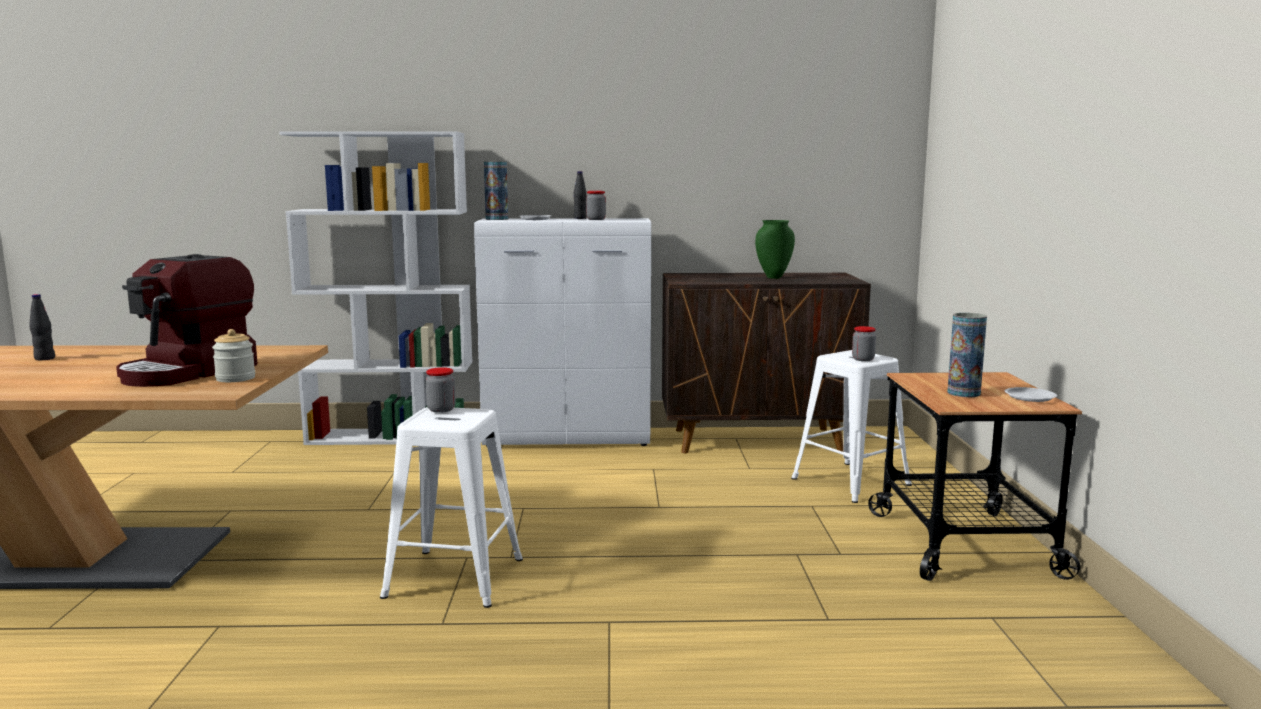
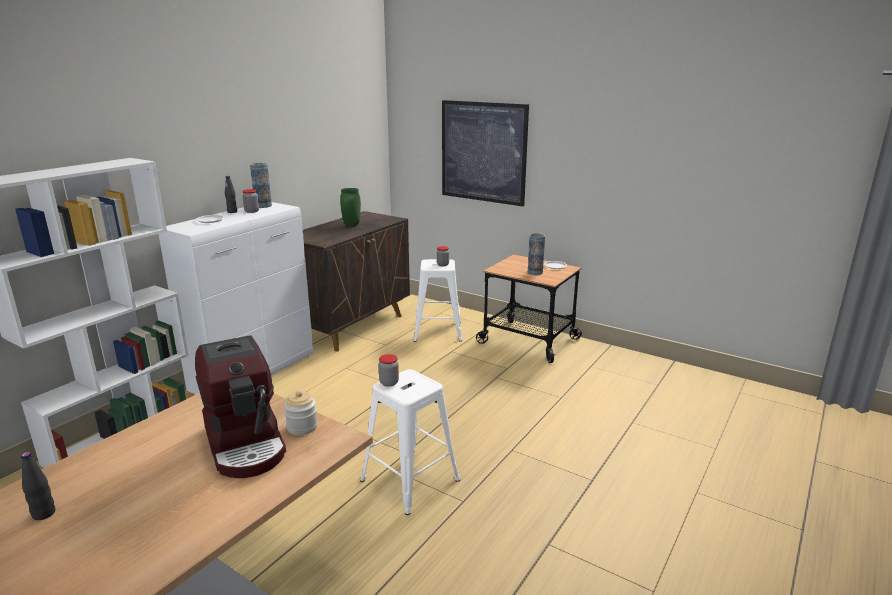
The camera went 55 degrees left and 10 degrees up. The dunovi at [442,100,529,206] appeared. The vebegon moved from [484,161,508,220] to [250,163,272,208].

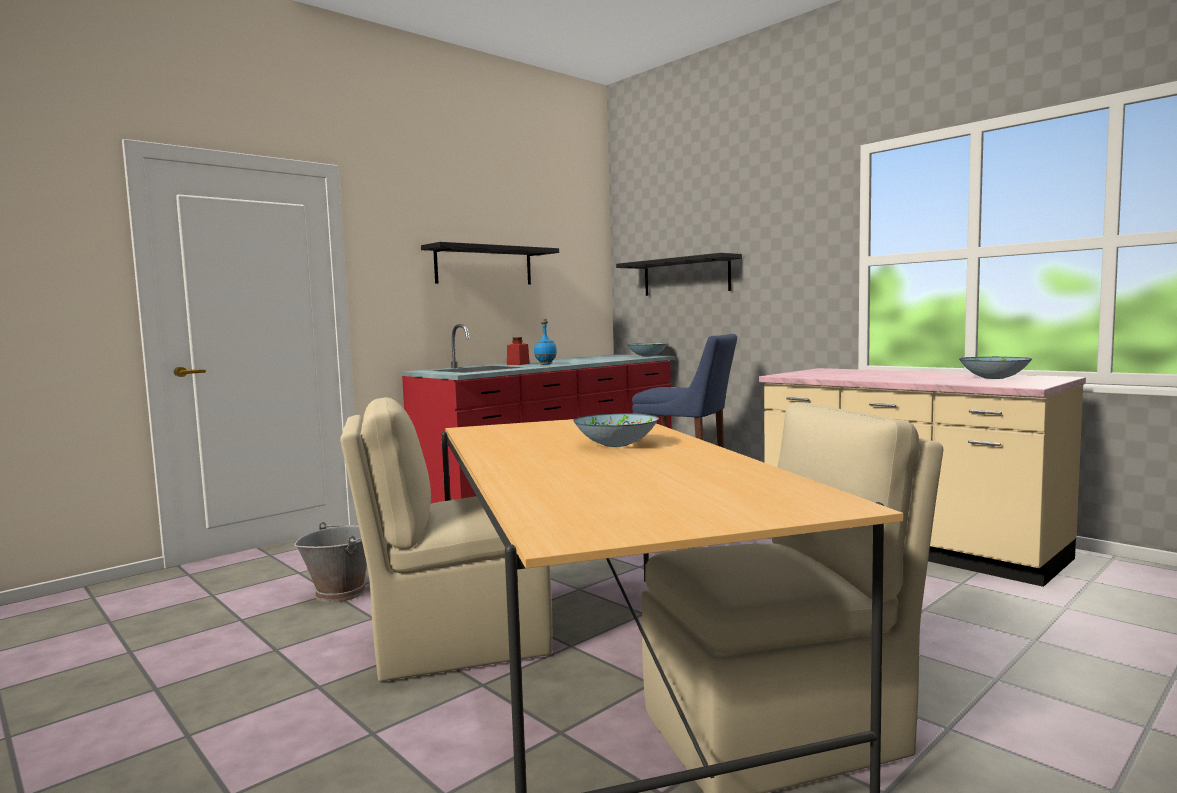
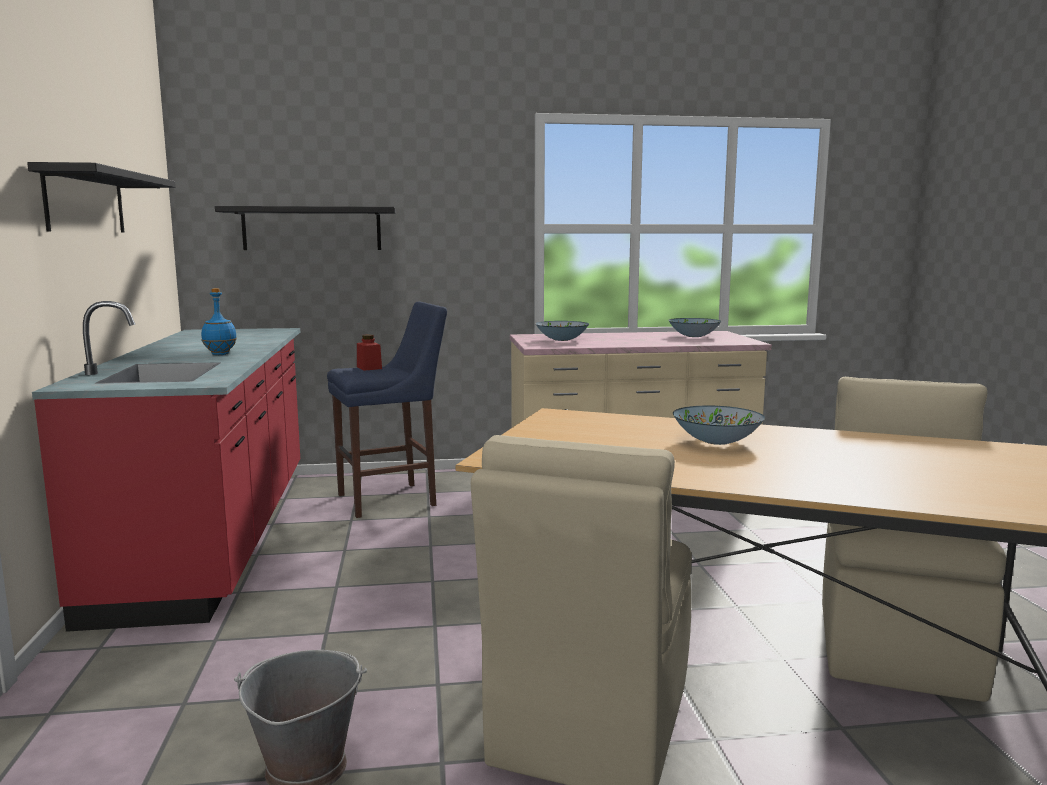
The camera went 55 degrees left and 5 degrees up. The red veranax moved from [507,337,530,365] to [357,334,382,371]. The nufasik moved from [627,343,668,357] to [535,321,589,341].

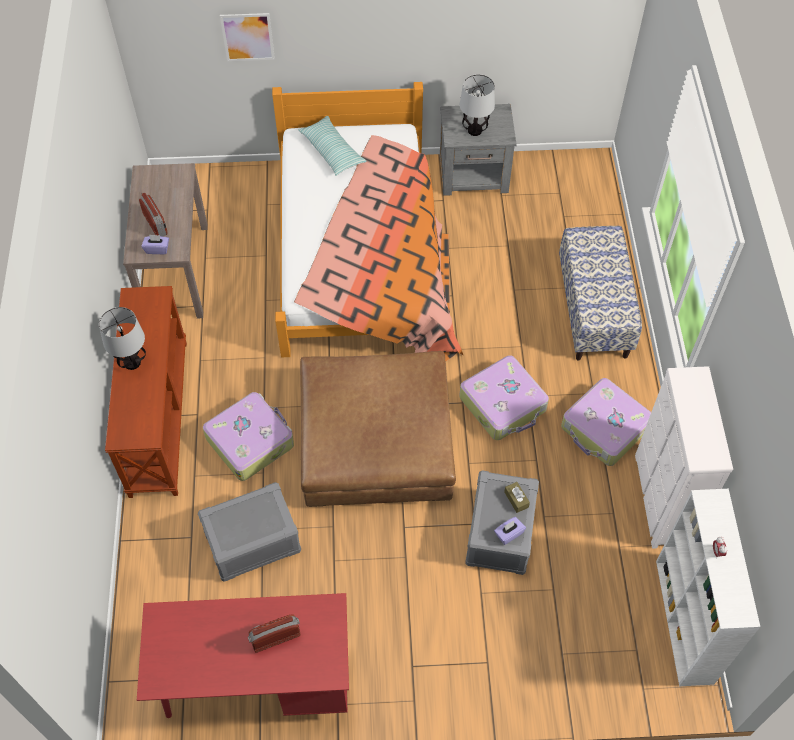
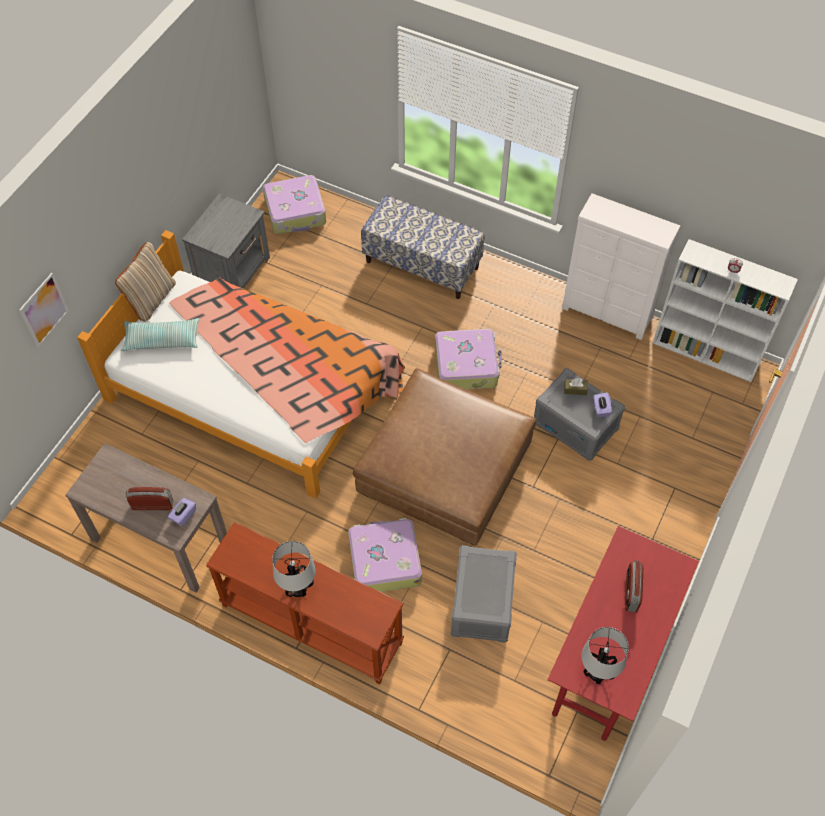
The camera went 60 degrees left and 0 degrees up. The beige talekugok at [115,242,176,322] appeared. The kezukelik moved from [460,74,495,136] to [582,627,629,684]. The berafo moved from [561,378,651,466] to [263,175,326,234].

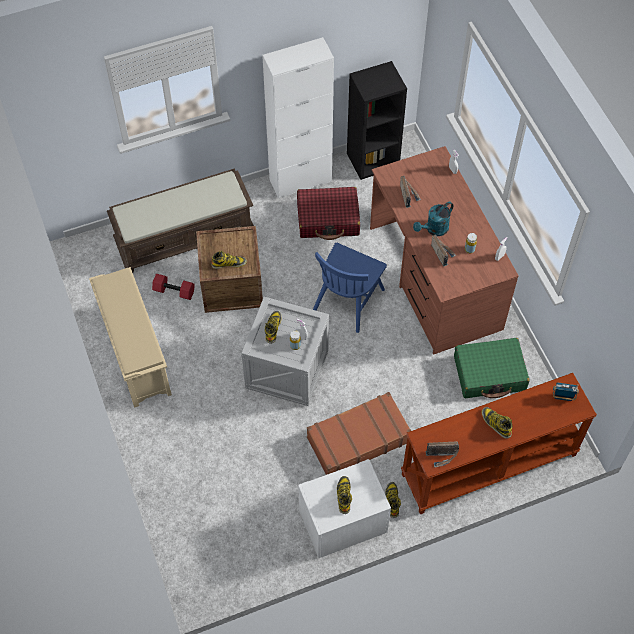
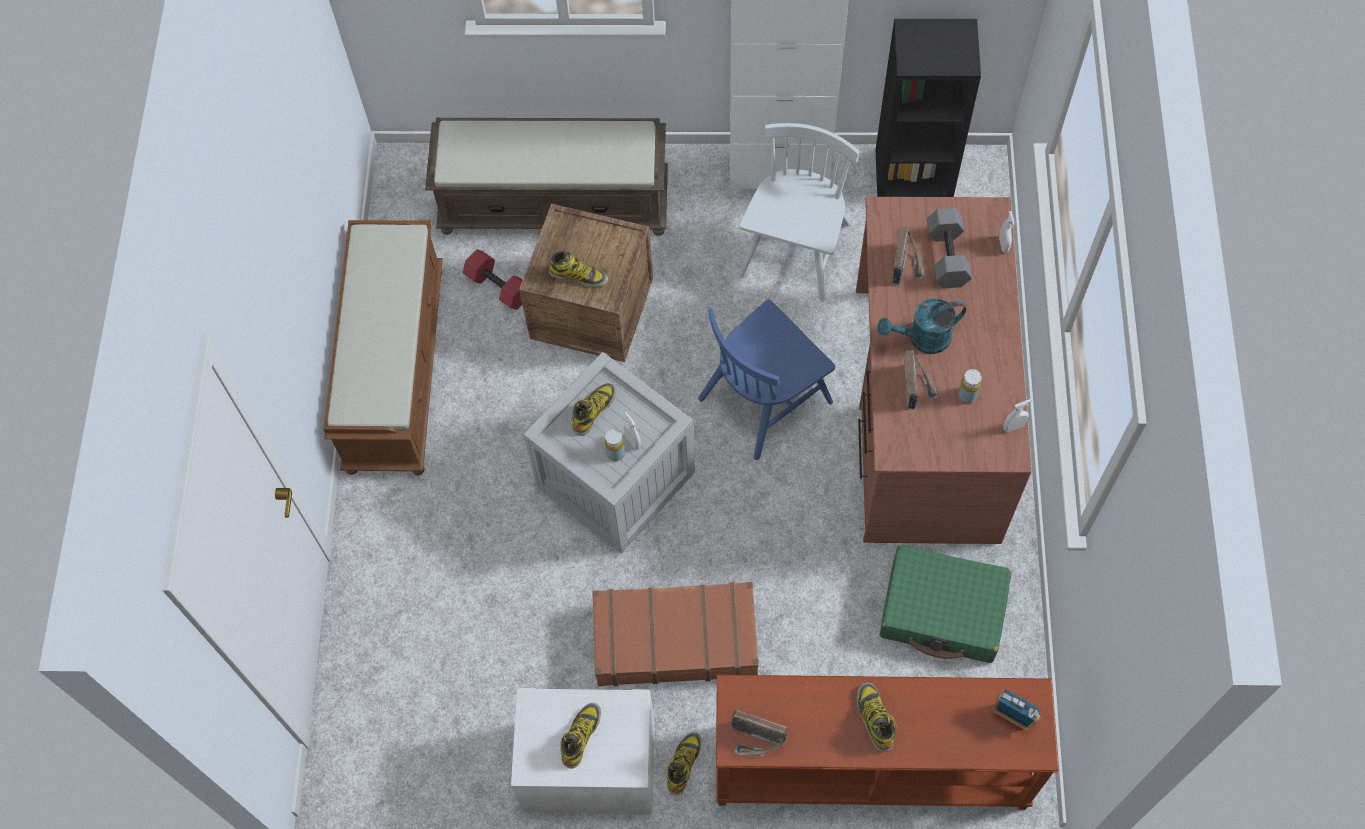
The camera went 25 degrees right and 5 degrees up. The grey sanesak at [927,208,972,289] appeared. The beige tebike at [89,267,172,408] was replaced by the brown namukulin at [323,220,443,475]. The red berafo at [297,187,360,240] was replaced by the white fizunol at [738,123,859,302].

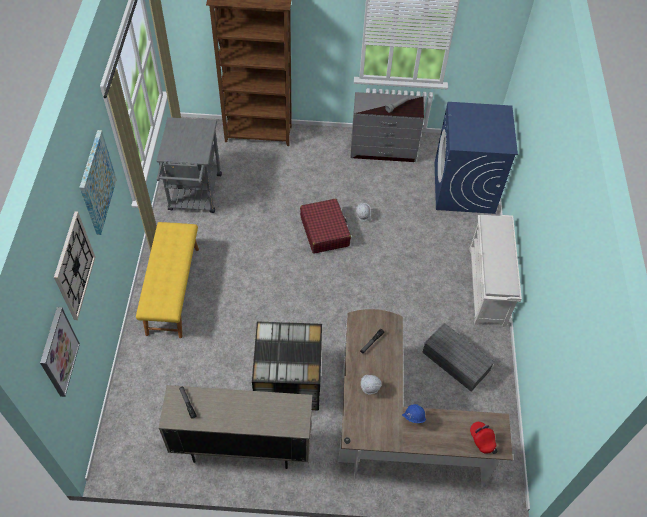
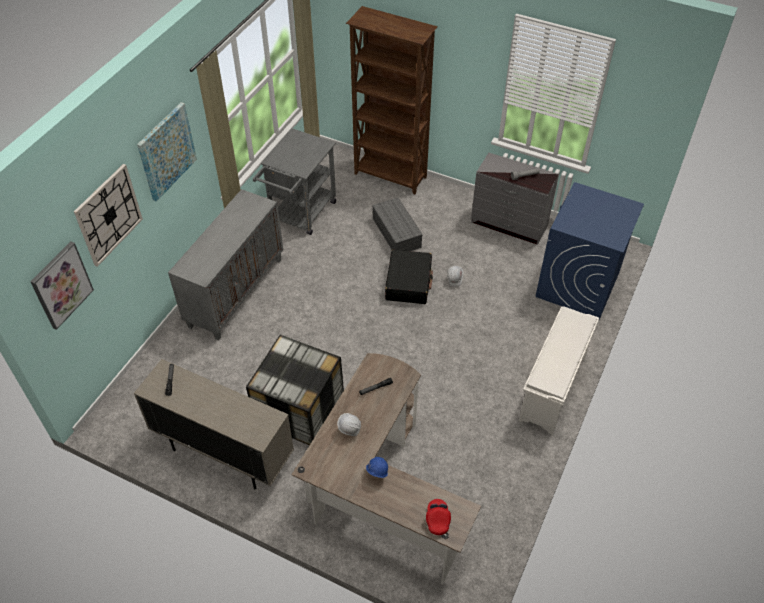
The camera went 25 degrees right and 5 degrees down. The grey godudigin moved from [422,323,495,391] to [372,198,423,251]. The yellow namukulin at [136,222,199,338] was replaced by the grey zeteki at [168,189,283,341]. The red berafo at [300,199,351,254] became the black berafo at [385,250,433,304].

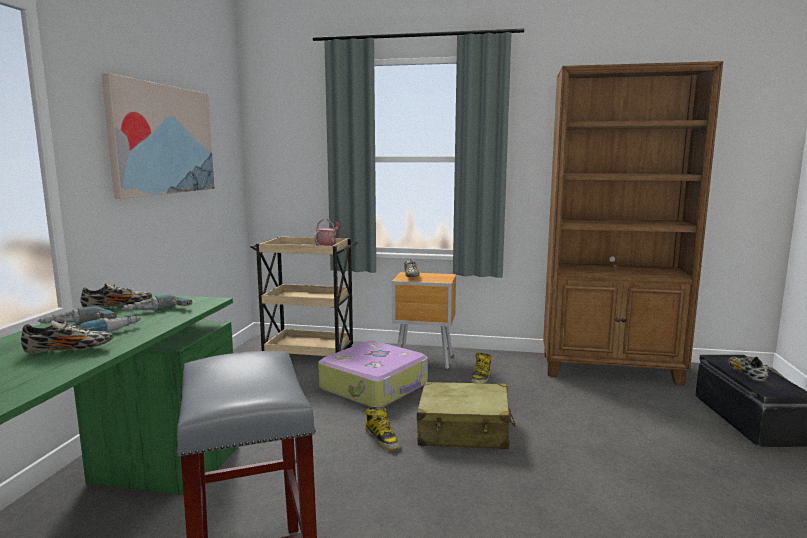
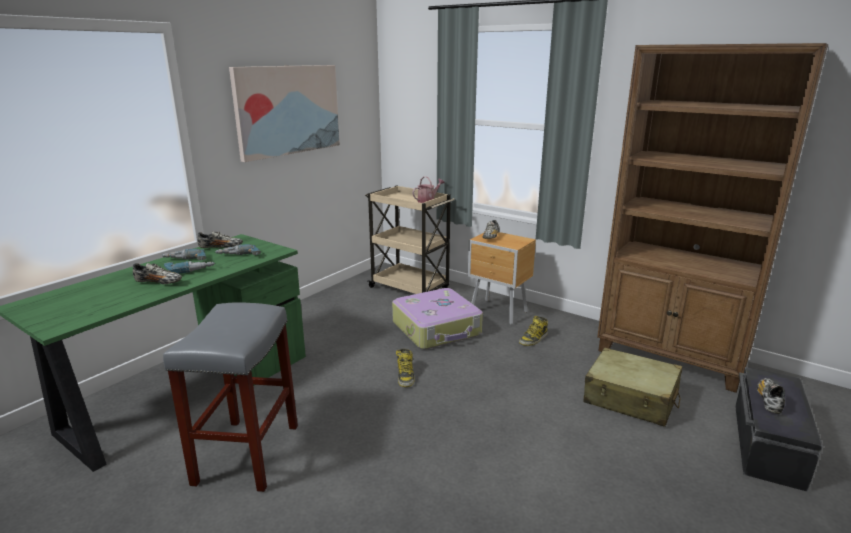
The camera went 25 degrees right and 10 degrees up. The beige berafo moved from [417,382,516,449] to [584,347,682,427].

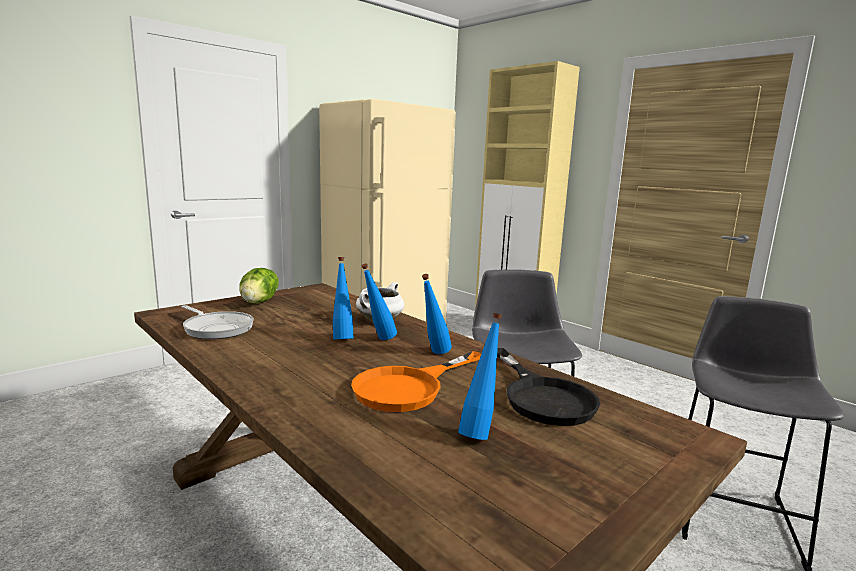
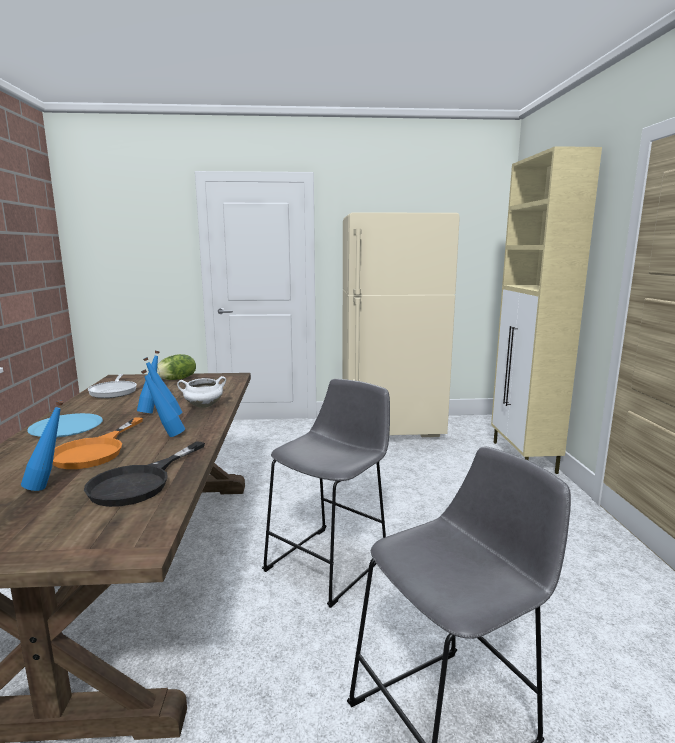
The camera went 40 degrees right and 0 degrees up. The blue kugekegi at [27,413,103,437] appeared. The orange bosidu at [351,351,481,412] turned 75 degrees counterclockwise.

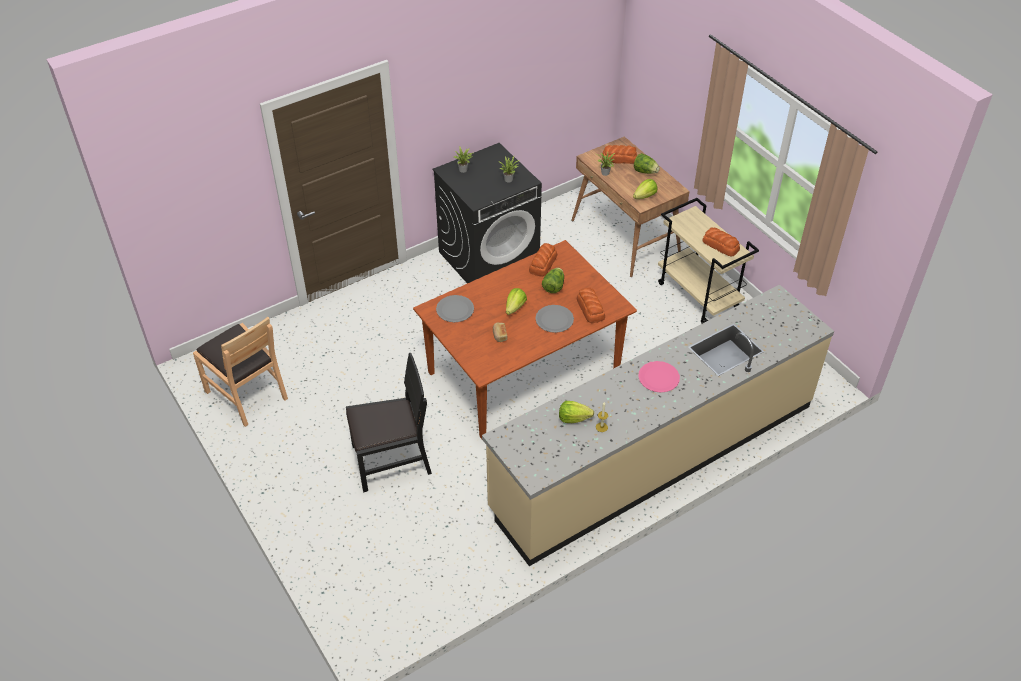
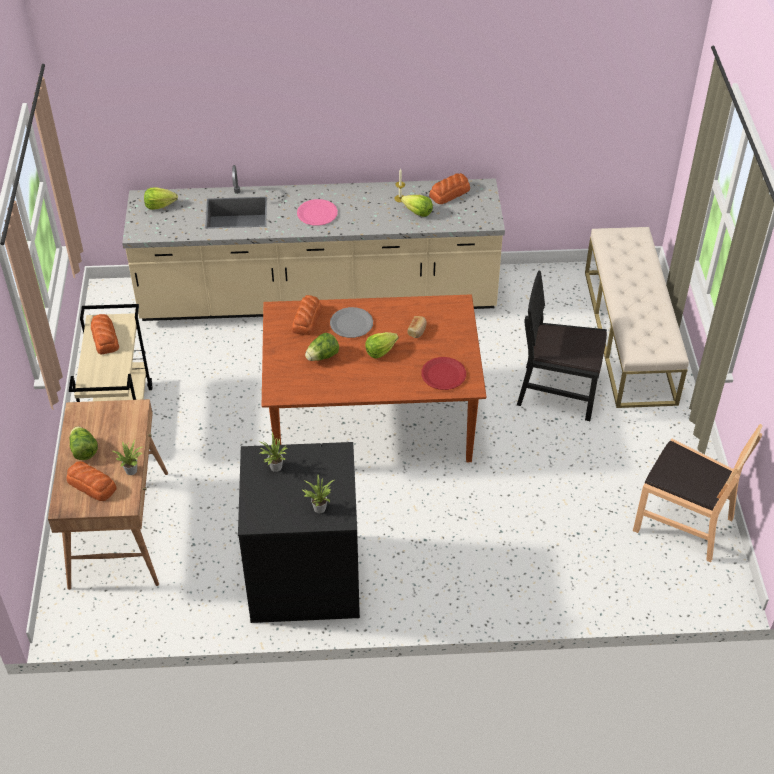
The camera went 150 degrees left and 0 degrees up. The beige namukulin at [585,227,689,408] appeared. The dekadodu moved from [529,243,557,277] to [429,173,470,204]. The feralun moved from [633,179,657,199] to [144,187,178,210]. The grey kugekegi at [436,295,474,322] became the red kugekegi at [421,357,466,390]. The brown fizunol at [193,317,288,427] turned 135 degrees clockwise.

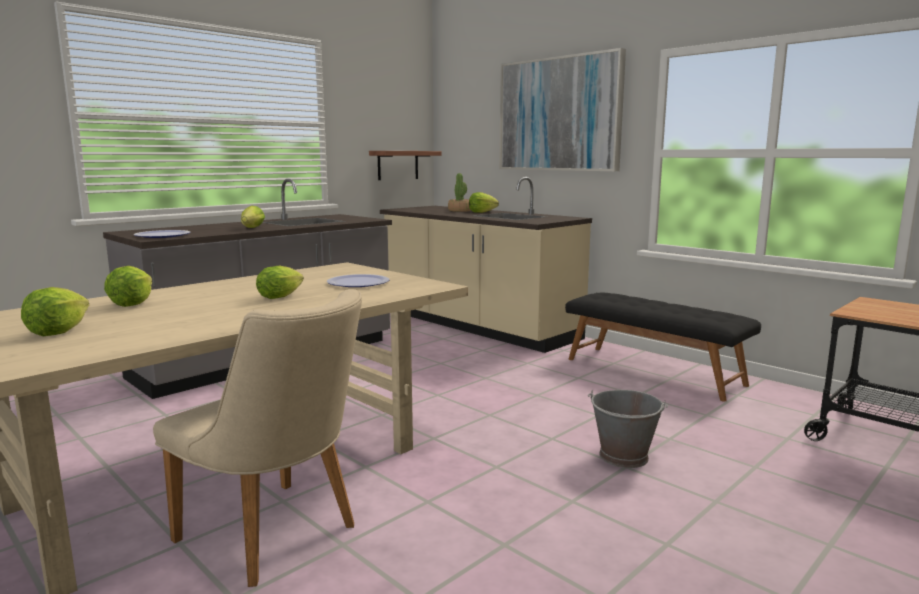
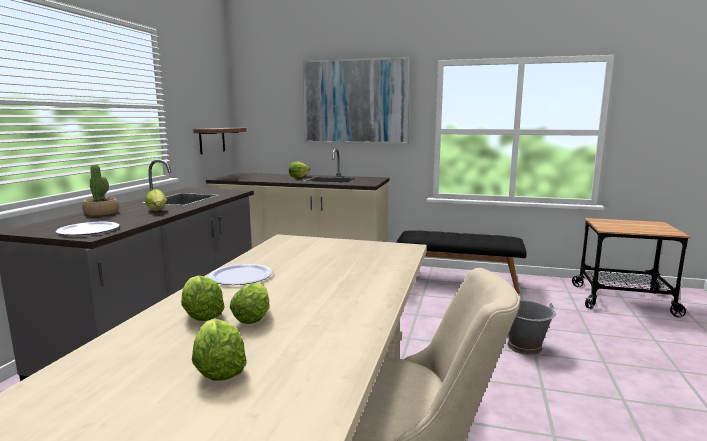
The camera went 30 degrees left and 0 degrees up. The feralun moved from [256,265,304,299] to [230,282,269,324]. The kugekegi moved from [327,274,389,287] to [208,264,273,285]. The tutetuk moved from [448,173,471,212] to [82,165,119,216].

